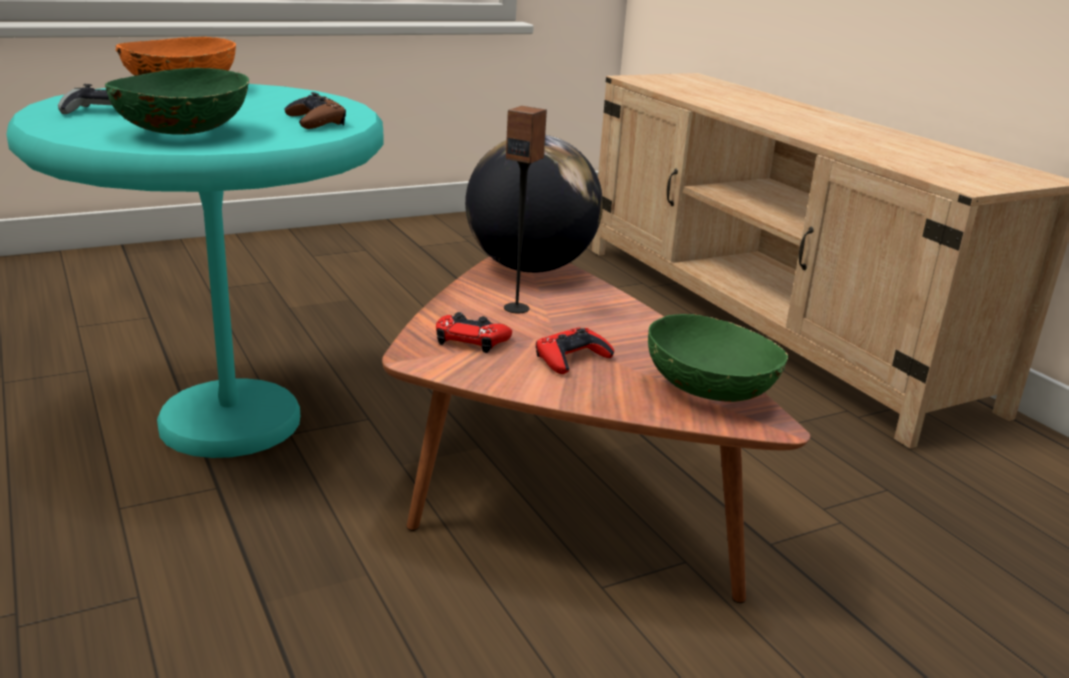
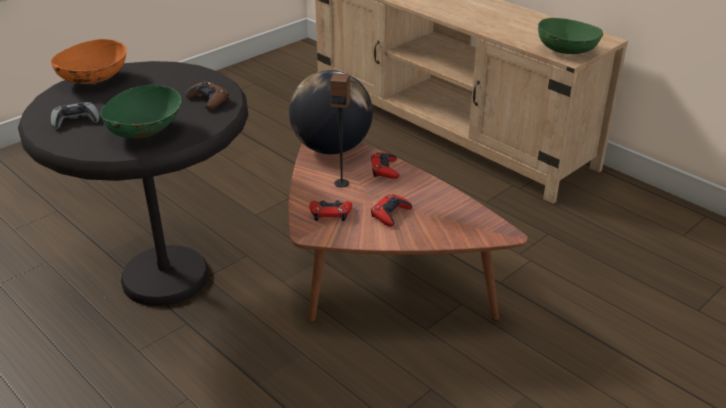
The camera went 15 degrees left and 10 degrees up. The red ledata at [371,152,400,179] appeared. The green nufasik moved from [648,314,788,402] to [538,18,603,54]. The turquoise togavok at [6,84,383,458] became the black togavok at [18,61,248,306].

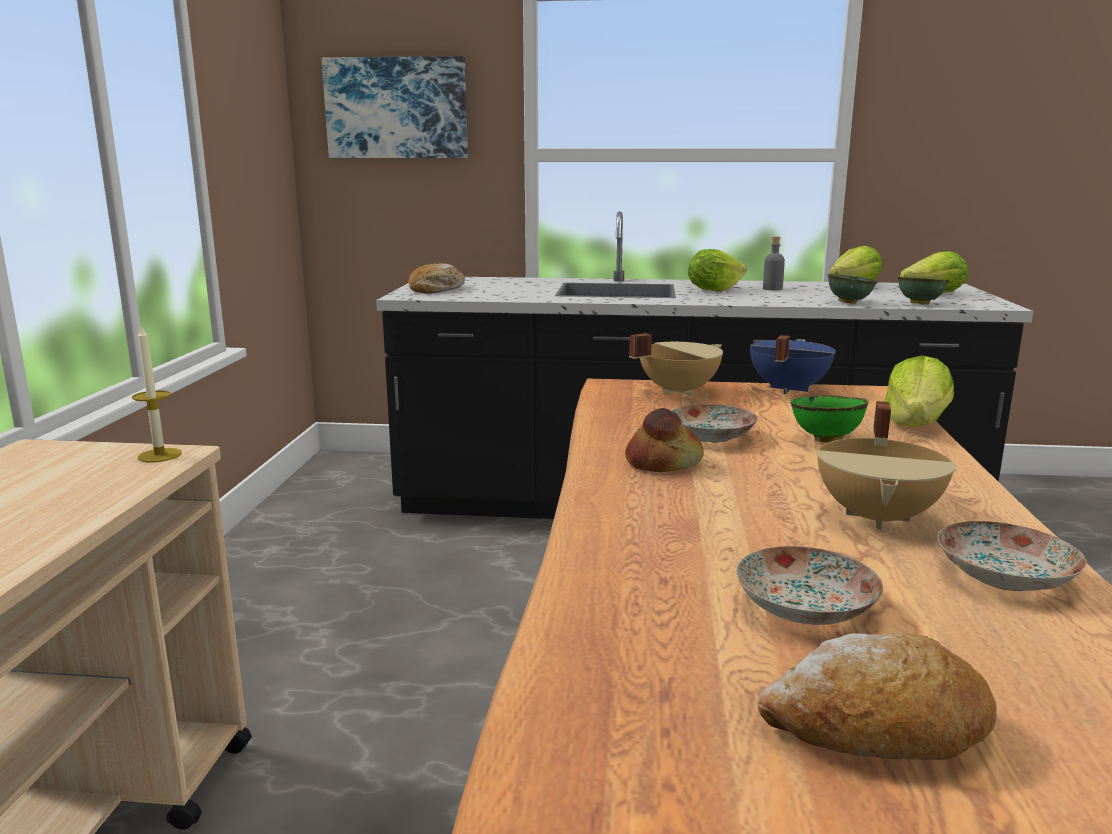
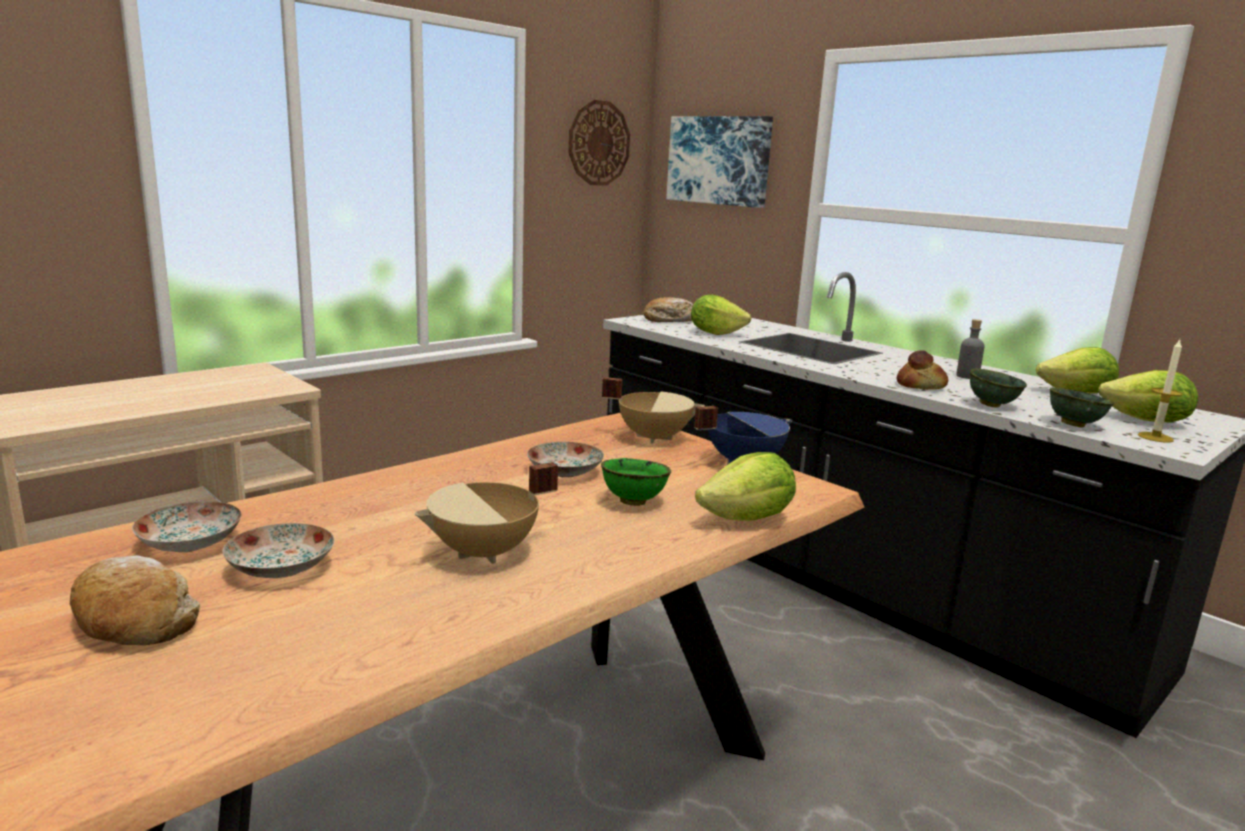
The camera went 40 degrees right and 0 degrees up. The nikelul at [569,100,630,186] appeared. The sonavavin moved from [132,324,182,463] to [1138,340,1183,443]. The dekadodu moved from [625,408,704,472] to [897,350,948,390]. The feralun moved from [688,249,747,291] to [691,295,752,335]. The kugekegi moved from [937,521,1087,591] to [132,501,241,552].

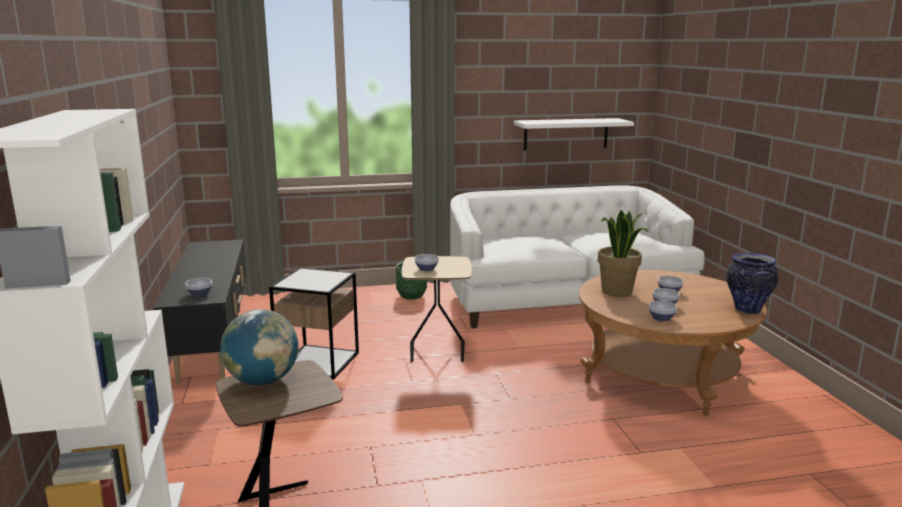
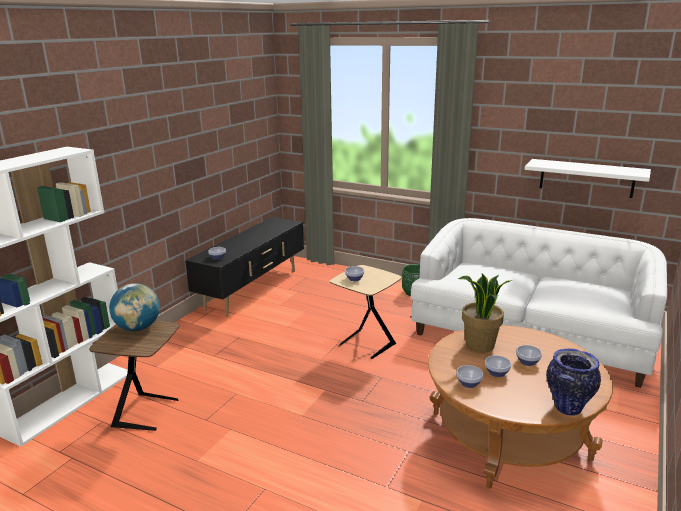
The camera went 40 degrees right and 5 degrees up. The togavok at [269,267,359,379] disappeared.

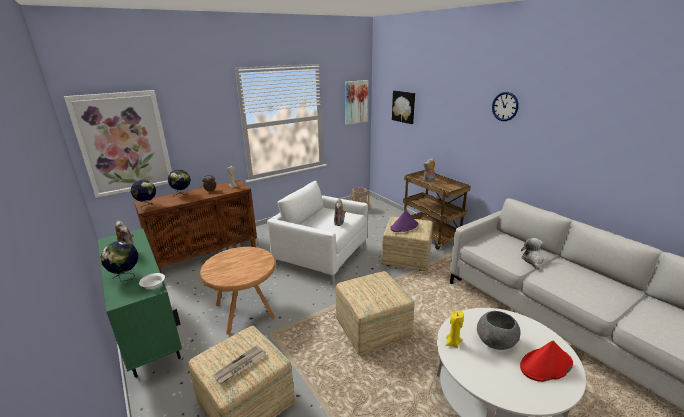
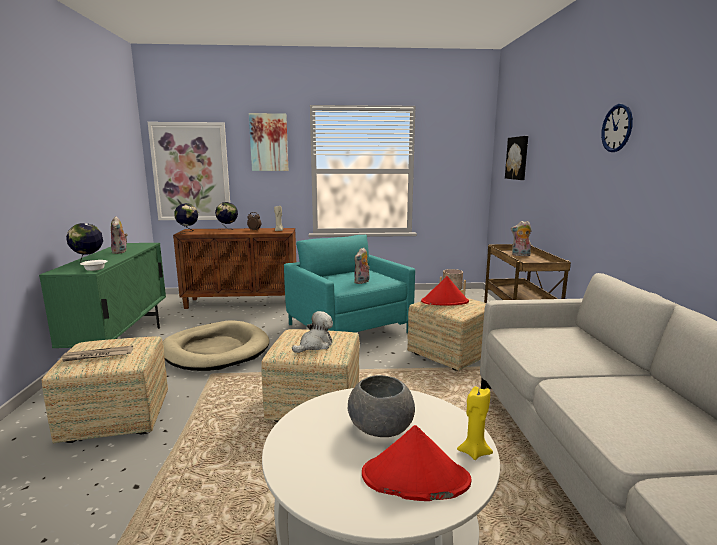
The camera went 30 degrees right and 10 degrees down. The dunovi moved from [345,80,368,125] to [249,113,288,171]. The yellow sonavavin moved from [446,310,464,348] to [457,386,493,460]. The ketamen moved from [521,238,544,270] to [292,311,333,353]. The brown togavok at [200,247,276,335] was replaced by the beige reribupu at [163,320,270,371]. The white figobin at [267,181,368,284] became the turquoise figobin at [284,235,415,333]. The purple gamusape at [390,210,418,232] became the red gamusape at [421,276,469,306].

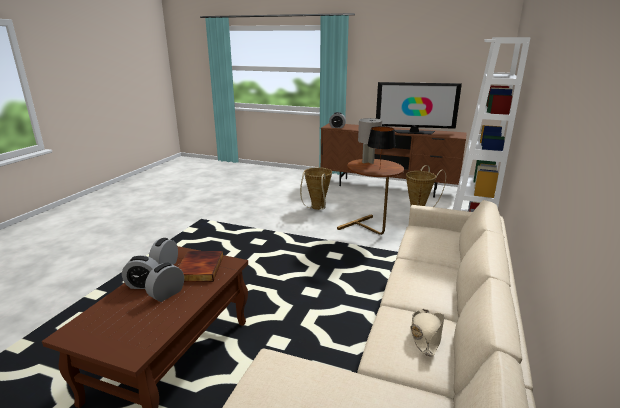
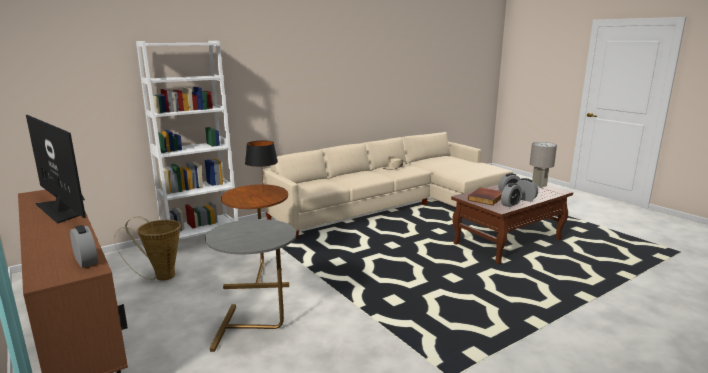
The camera went 145 degrees left and 5 degrees down. The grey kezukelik moved from [358,118,382,164] to [530,142,557,188]. The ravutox at [300,167,332,210] was replaced by the grey togavok at [205,219,296,352].

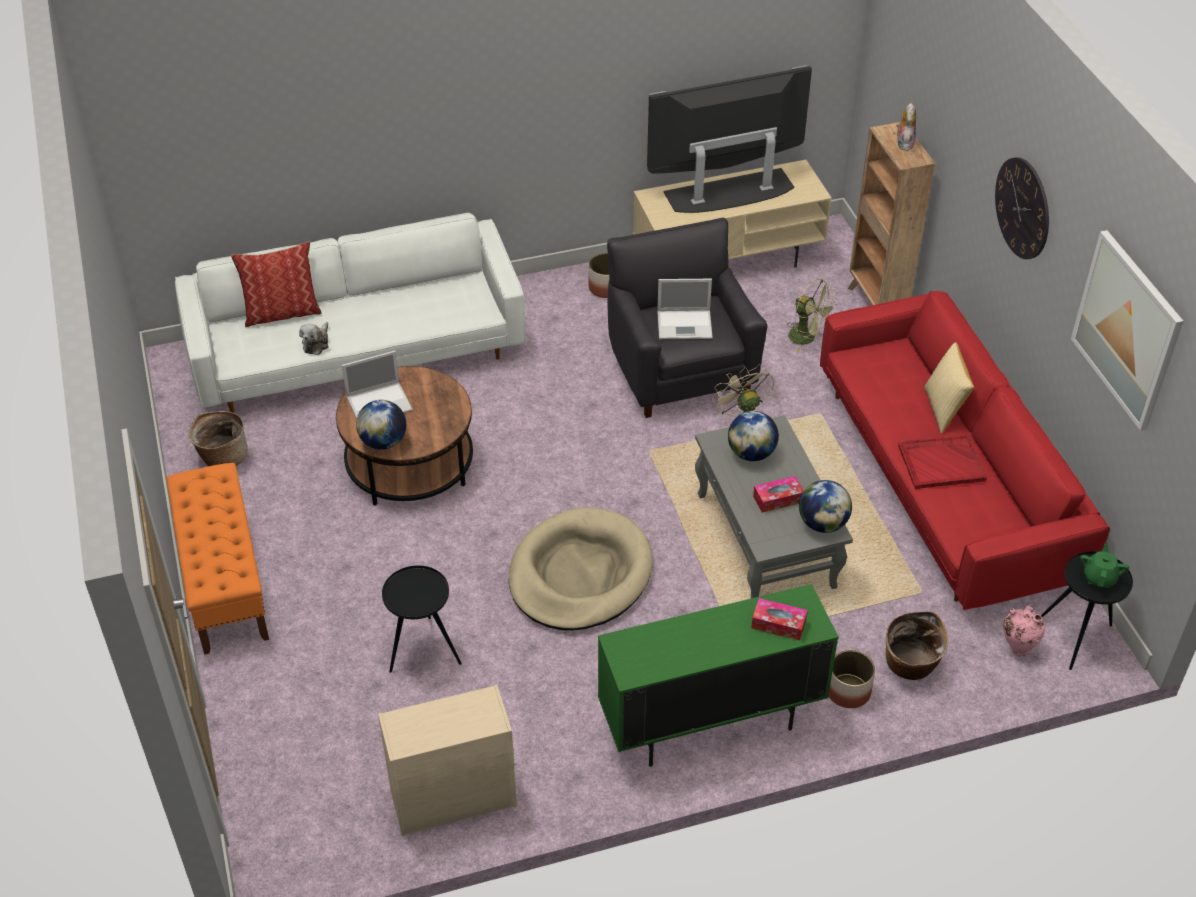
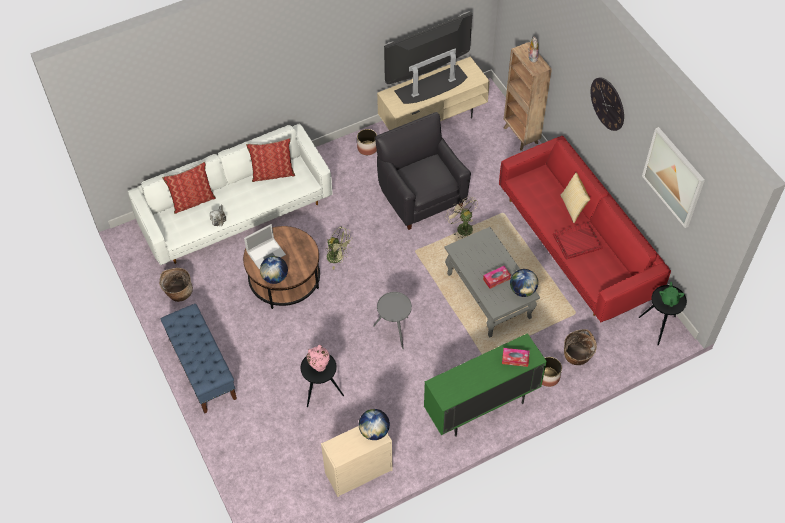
The camera went 10 degrees left and 10 degrees up. The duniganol at [657,279,713,339] disappeared. The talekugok at [246,138,295,182] appeared. The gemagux moved from [728,411,779,461] to [359,409,390,440]. The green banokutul moved from [787,278,837,353] to [325,227,352,269]. The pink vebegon moved from [1003,605,1045,656] to [307,345,330,372]. The beige reribupu at [508,507,653,631] was replaced by the grey togavok at [373,292,412,349]. The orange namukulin at [167,463,269,655] became the blue namukulin at [161,304,237,414].

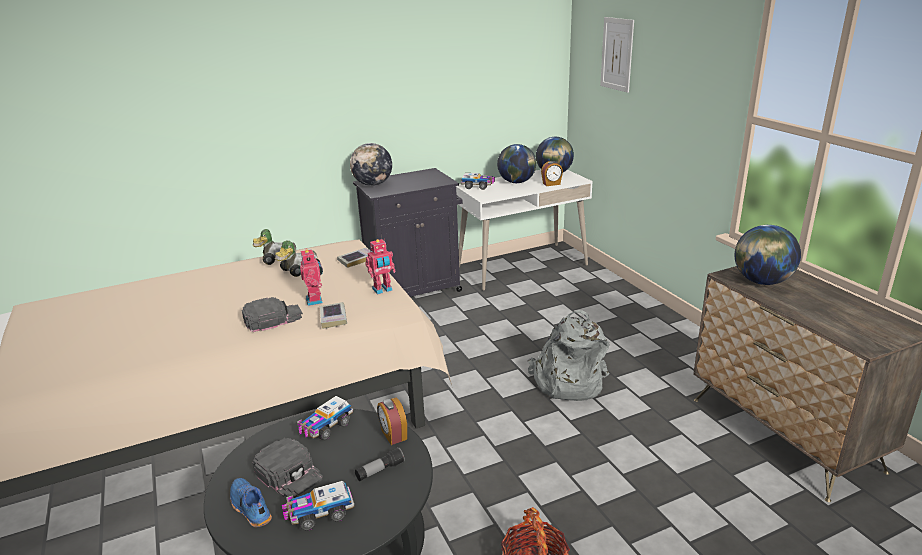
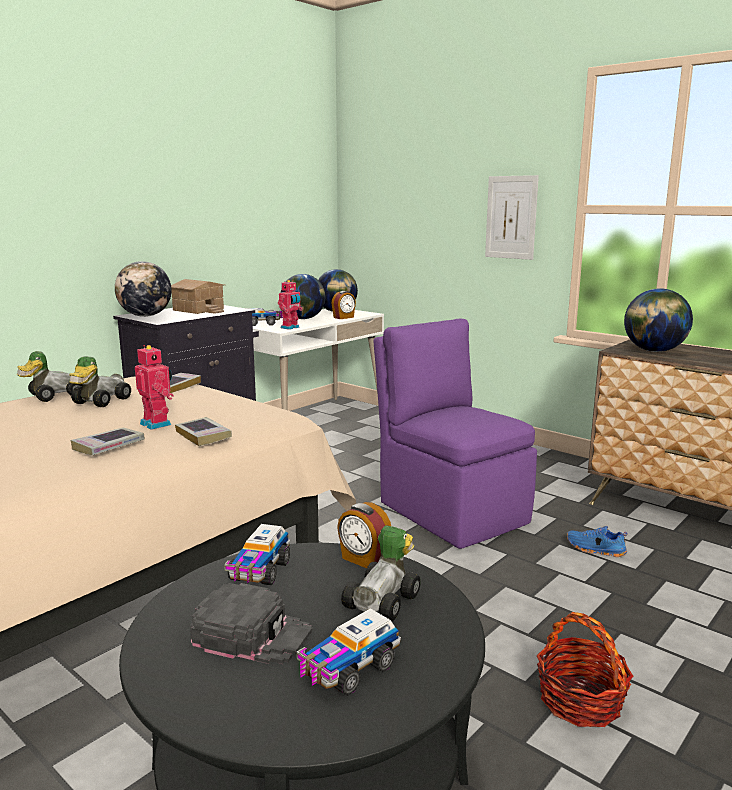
The camera went 25 degrees left and 10 degrees down. The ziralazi at [171,279,224,314] appeared. The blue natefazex moved from [230,478,272,527] to [567,526,628,557]. The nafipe moved from [365,239,396,295] to [278,280,302,330]. The dunovi moved from [600,17,634,93] to [485,175,539,260]. The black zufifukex at [242,297,303,332] was replaced by the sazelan at [71,428,145,455]. The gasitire at [355,447,405,481] was replaced by the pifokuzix at [341,525,421,621]. The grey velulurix at [527,310,610,401] was replaced by the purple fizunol at [374,319,537,549].

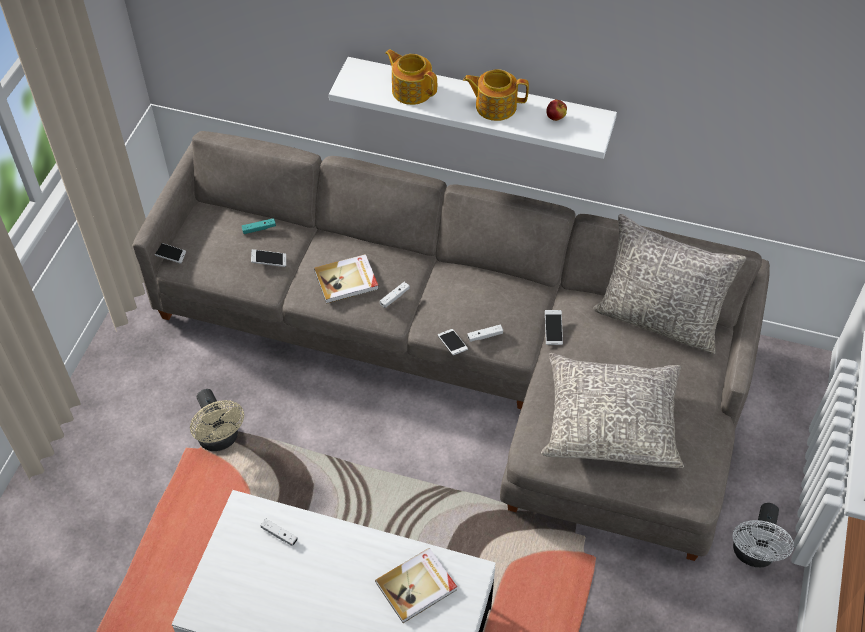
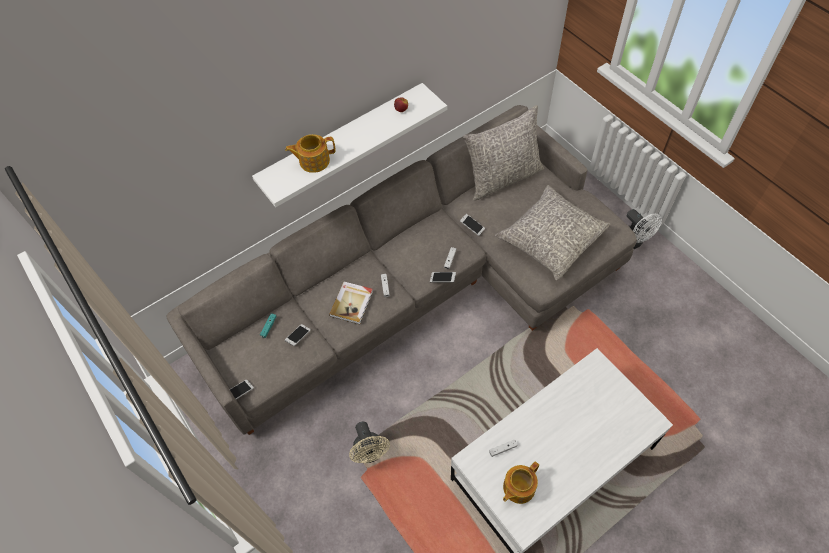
The camera went 50 degrees left and 5 degrees up. The sazelan at [375,548,457,623] disappeared. The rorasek moved from [463,69,529,121] to [503,461,539,504]. The beige banokutul at [190,389,244,451] turned 60 degrees clockwise.

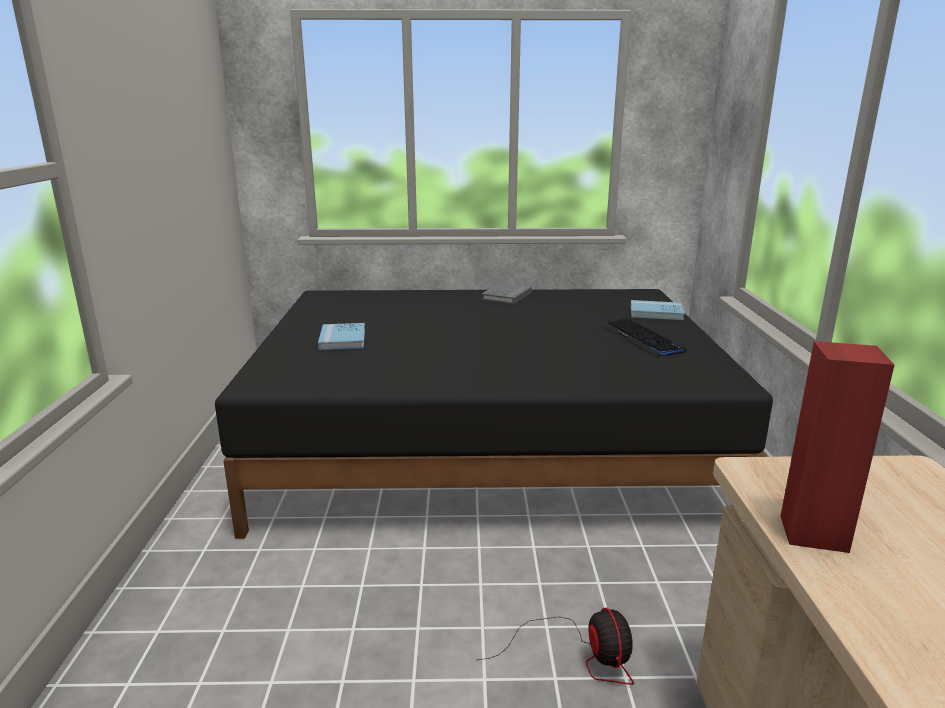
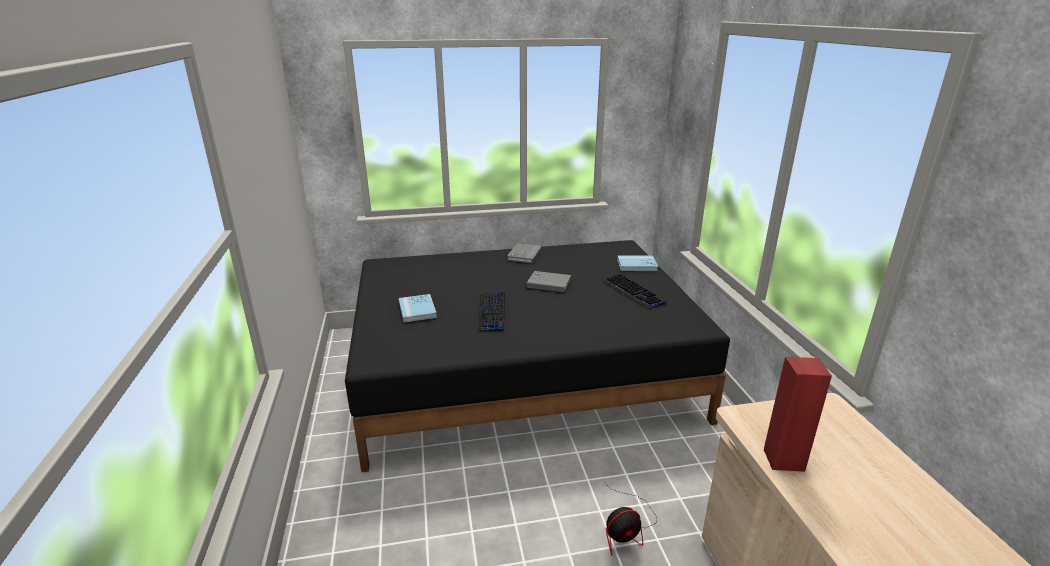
The camera went 10 degrees left and 5 degrees up. The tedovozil at [478,292,505,331] appeared. The grey sazelan at [526,271,571,292] appeared. The banokutul at [478,608,634,685] turned 90 degrees clockwise.

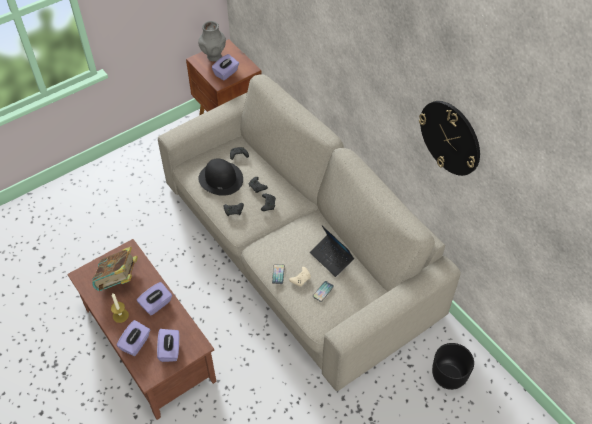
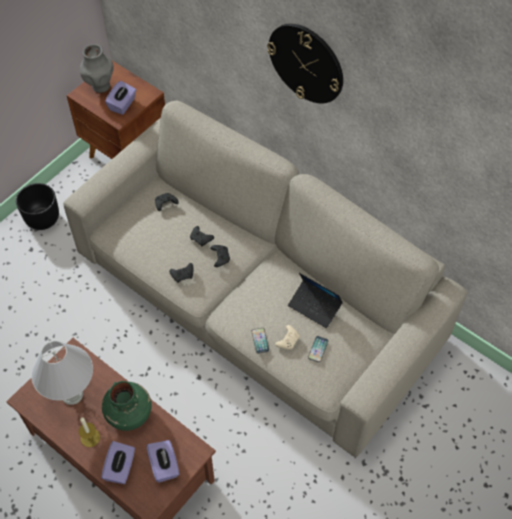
The camera went 15 degrees left and 5 degrees up. The black gamusape at [198,159,243,196] disappeared. The nikelul moved from [419,101,480,176] to [267,24,343,103]. The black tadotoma moved from [432,343,474,390] to [16,183,59,230]. The sazelan at [92,246,138,291] was replaced by the white kezukelik at [31,341,93,405]. The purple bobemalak at [137,282,172,316] was replaced by the green vebegon at [102,381,152,431].

